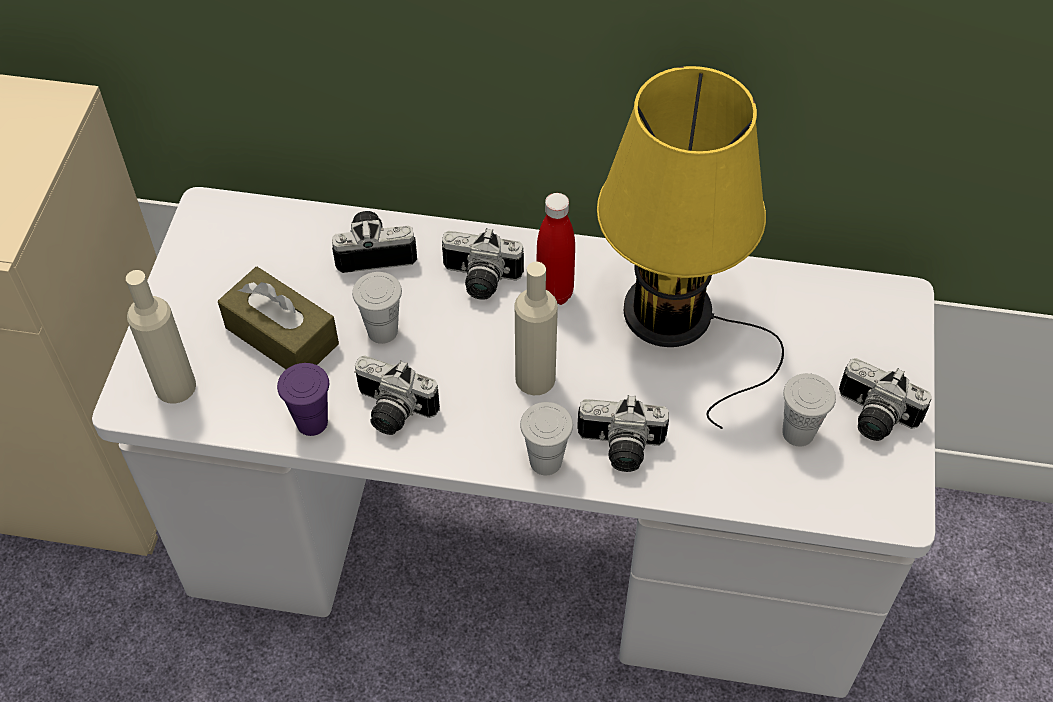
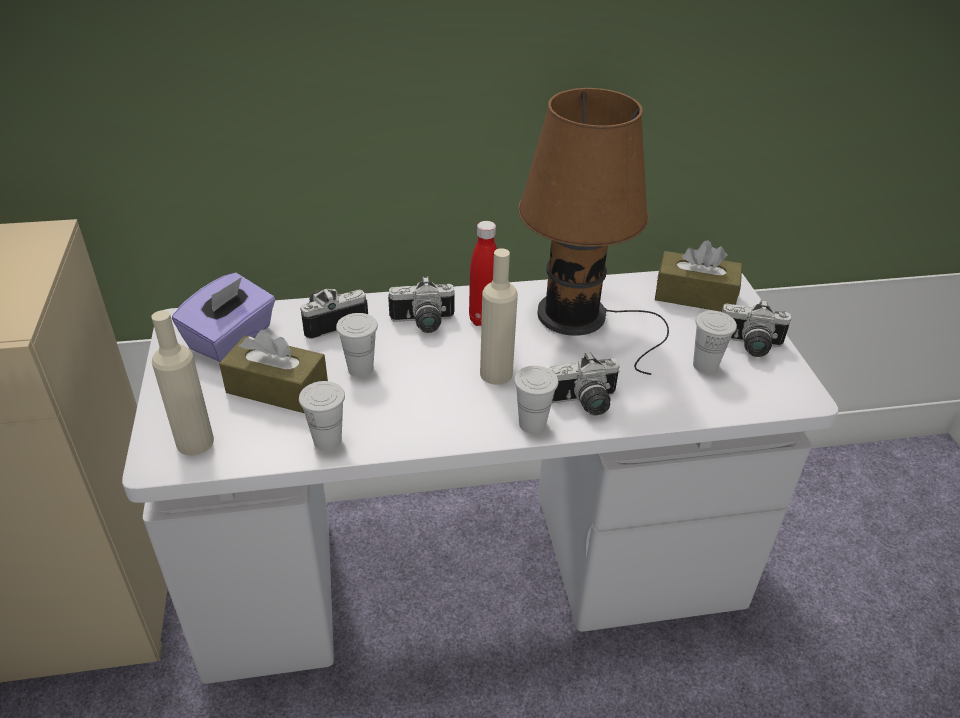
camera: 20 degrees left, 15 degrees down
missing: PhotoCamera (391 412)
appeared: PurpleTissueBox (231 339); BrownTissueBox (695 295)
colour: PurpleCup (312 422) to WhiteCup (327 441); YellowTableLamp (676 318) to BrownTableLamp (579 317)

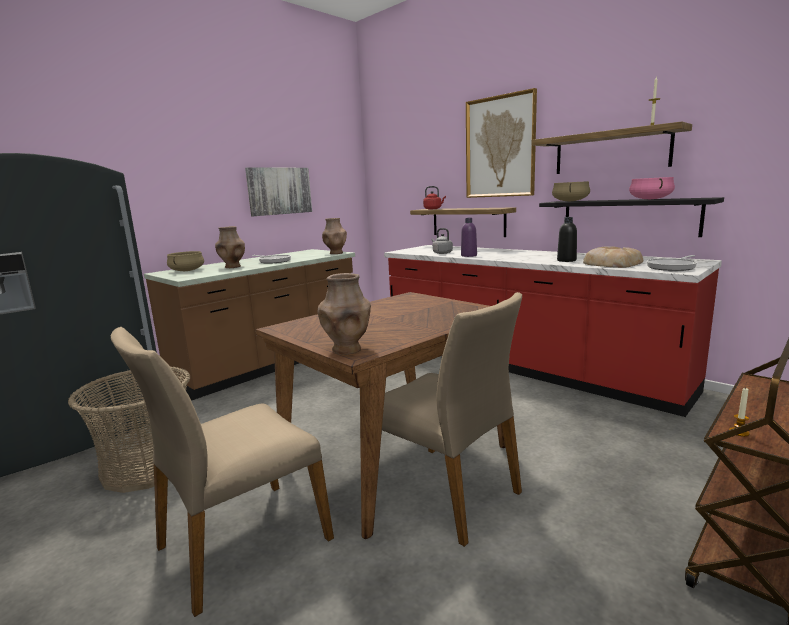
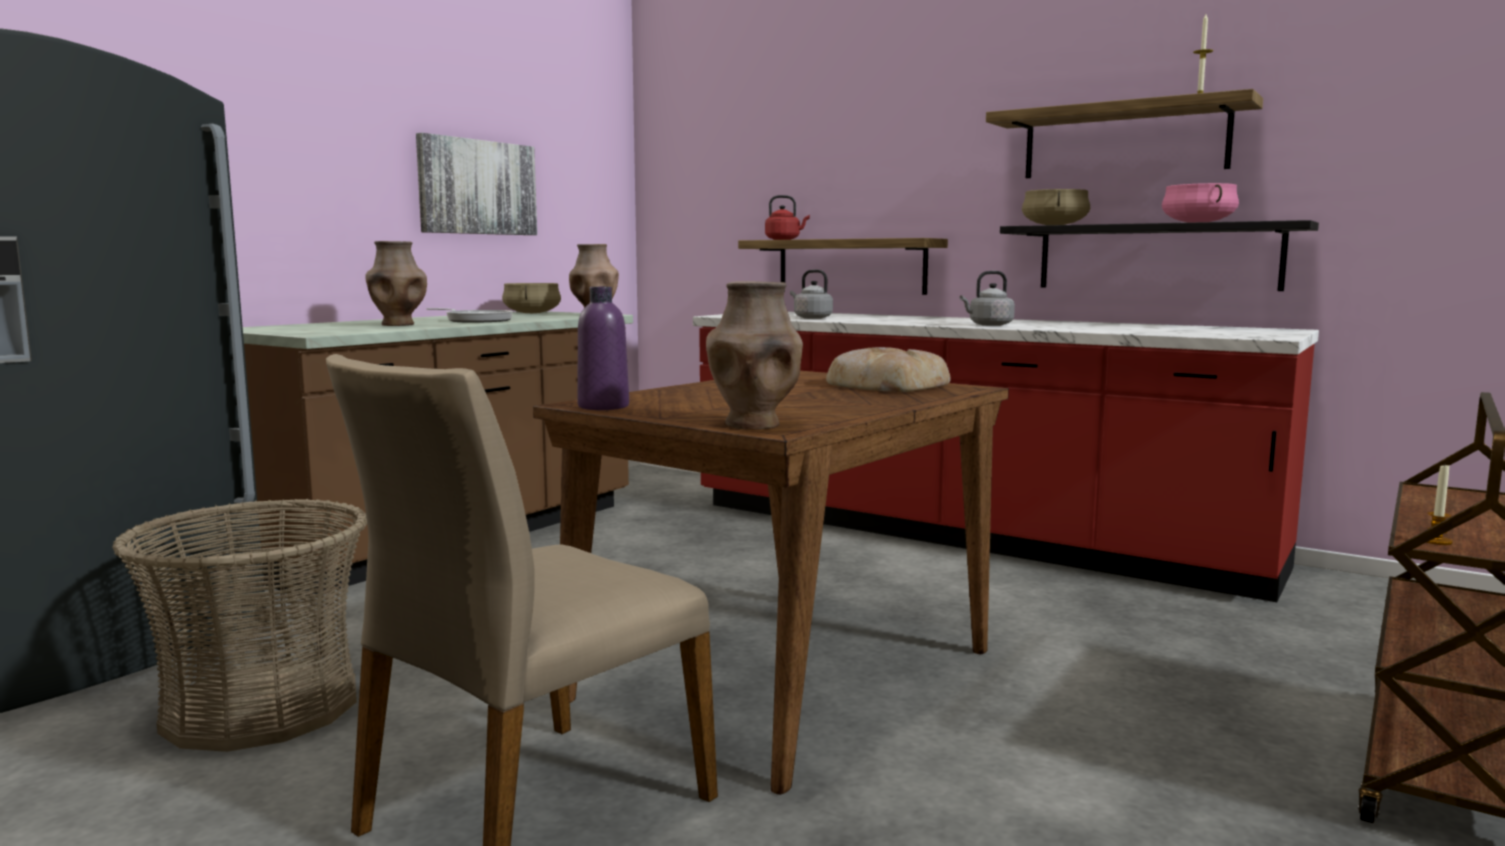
camera: 10 degrees left, 5 degrees down
missing: BeigeChair (445 492); Picture (500 147); BlackBottle (566 260); FryingPan (672 267)
appeared: GreyKettle (988 325)
relocated: BeigeCookingPot (186 270) to (531 313); PurpleBottle (469 255) to (603 406); Bread (611 263) to (886 385)

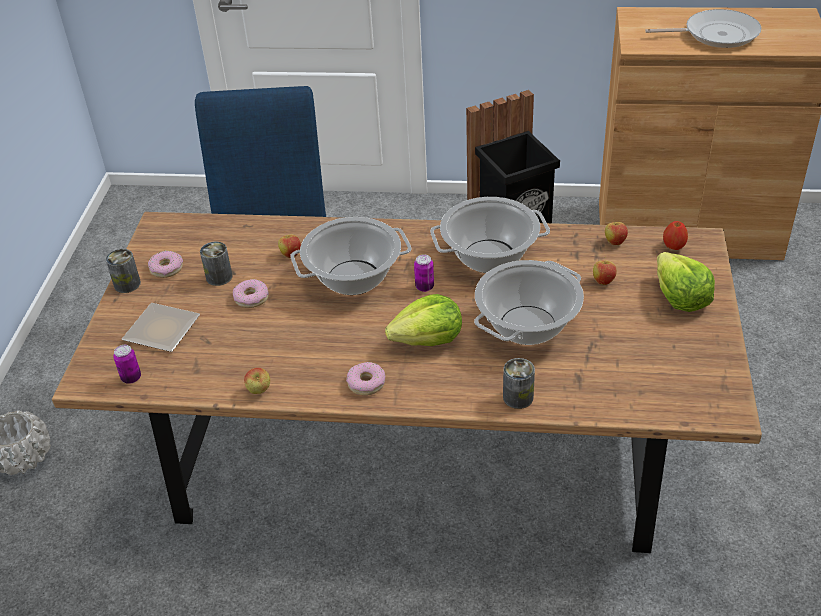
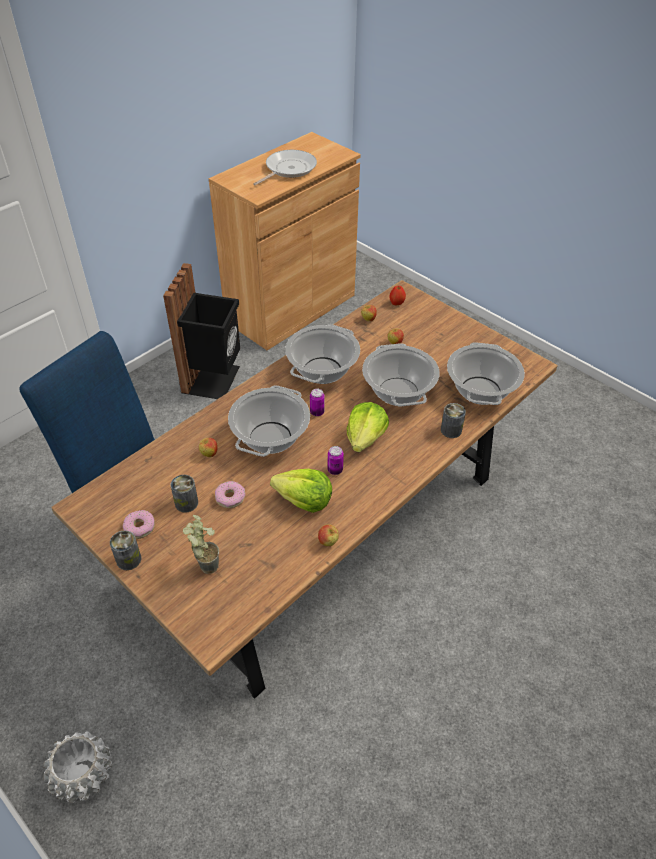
camera: 55 degrees left, 5 degrees up
missing: Donut (366 383)
appeared: CookingPot (480 390)
relocated: Lettuce (680 297) to (304 501); Can (131 378) to (335 470)
exchanged: Plate (161 328) to PottedPlant (205 563)

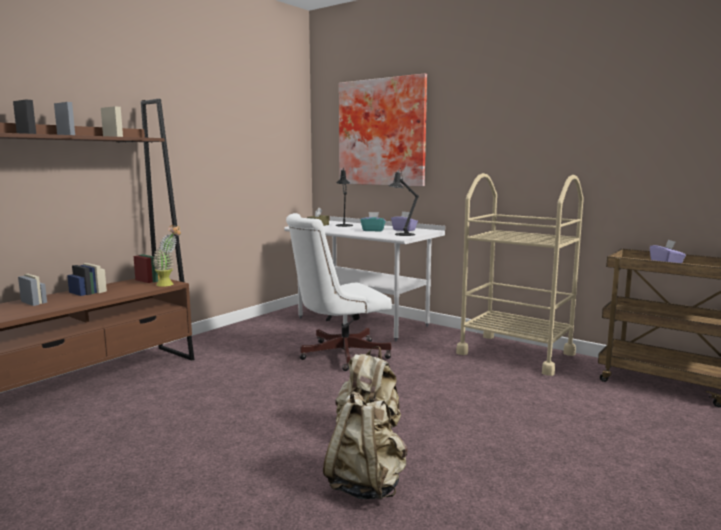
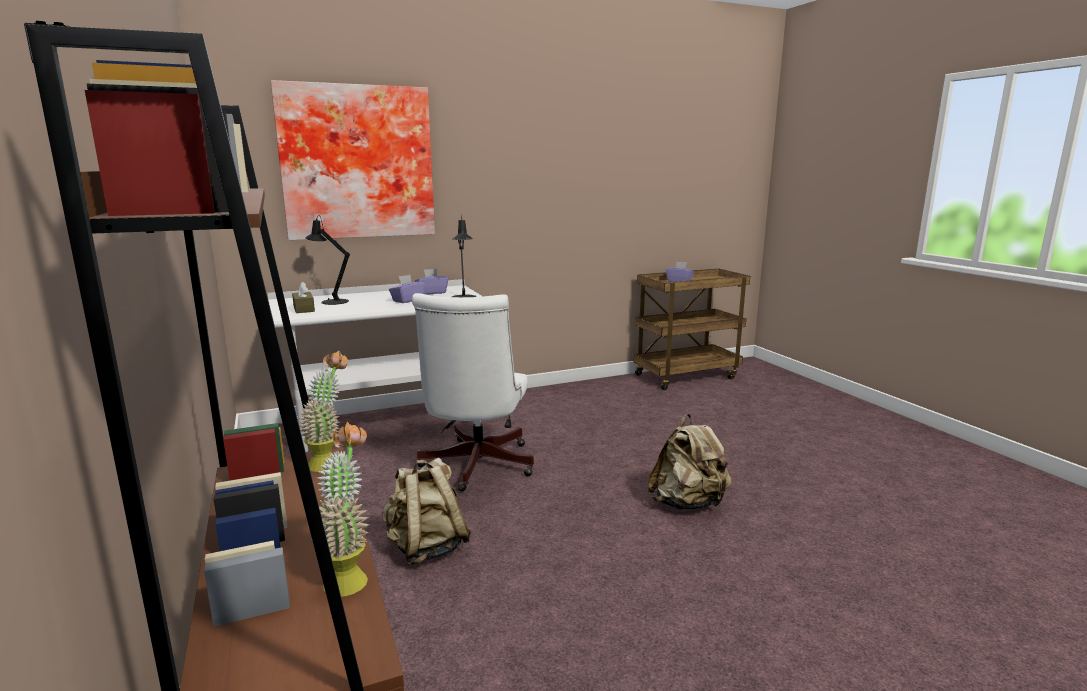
camera: 60 degrees left, 5 degrees up
missing: BeigeCart (515 353)
appeared: PottedPlant (349 575)
relocated: BeigeBackpack (366 485) to (426 548)
colour: TurquoiseTissueBox (373 230) to PurpleTissueBox (407 300)

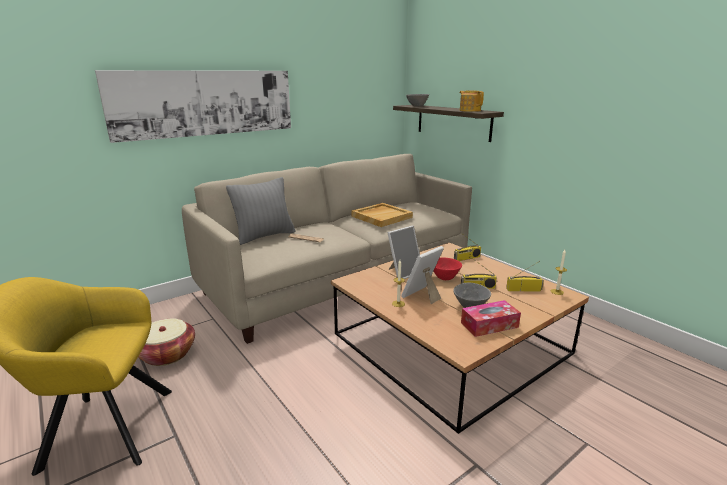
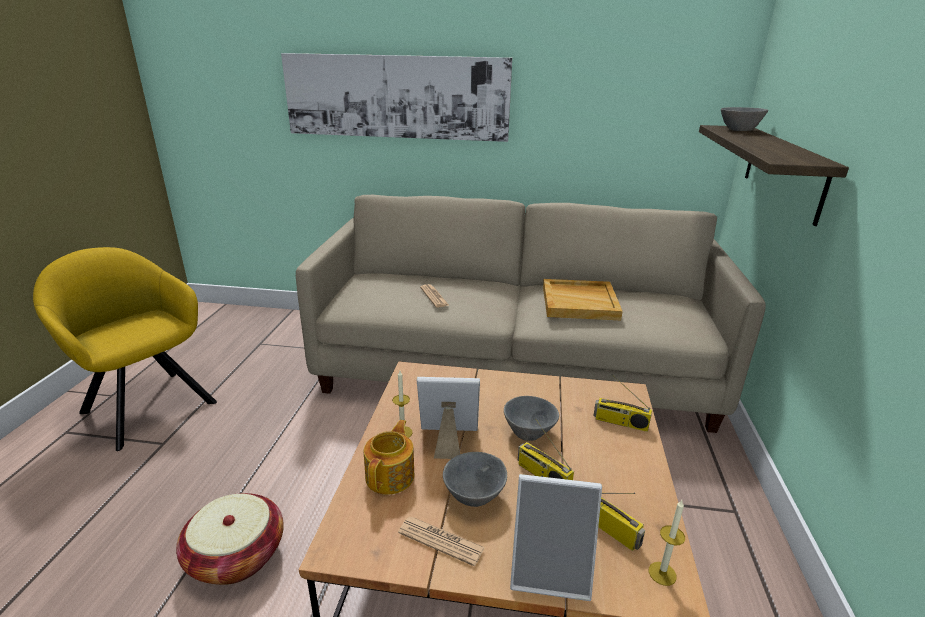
camera: 45 degrees right, 5 degrees up
missing: GreyPillow (264 236)
relocated: Basket (166 354) to (236 556); Teapot (470 110) to (391 476); PictureFrame (403 272) to (551 571)
exchanged: TissueBox (489 325) to Newspaper (441 541)
colour: RedBowl (445 277) to GreyBowl (530 432)

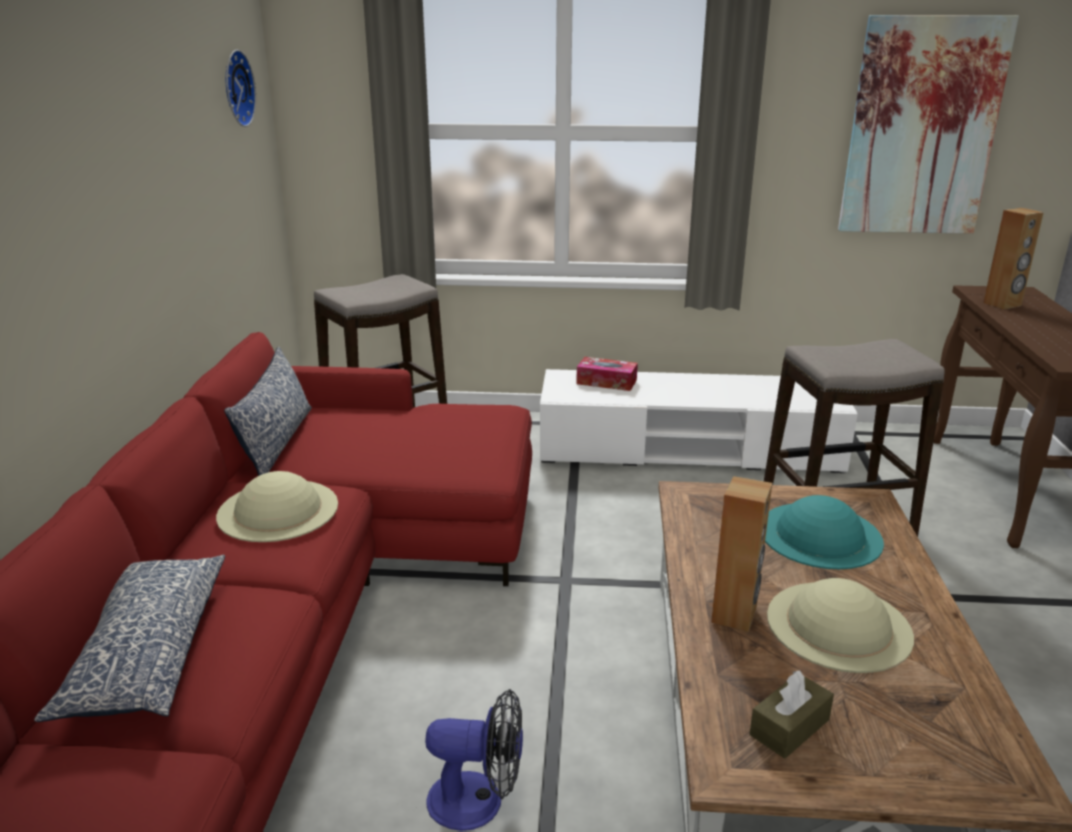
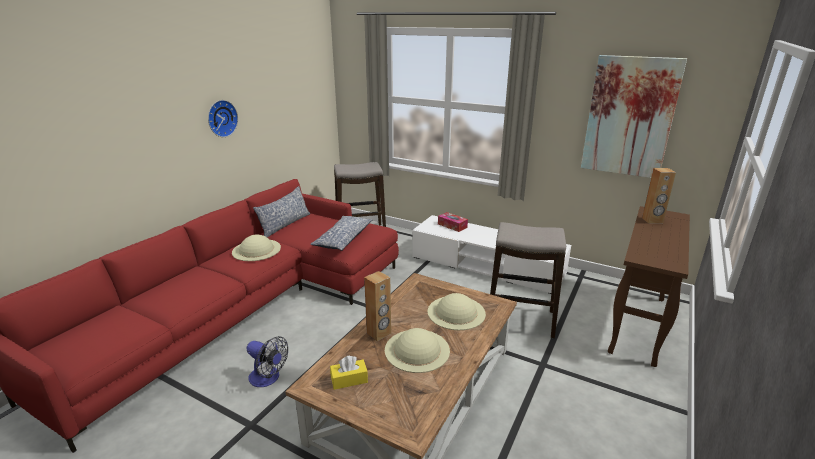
camera: 25 degrees right, 0 degrees up
relocated: WallClock (235 88) to (221 118); Pillow (146 652) to (343 239)
colour: BrownTissueBox (789 727) to YellowTissueBox (349 380); TurquoiseHat (820 535) to BeigeHat (456 312)

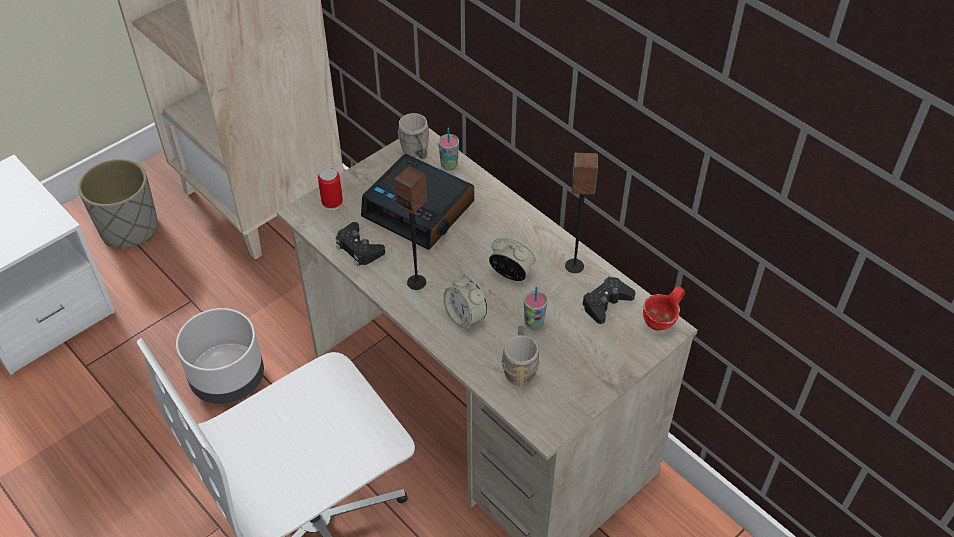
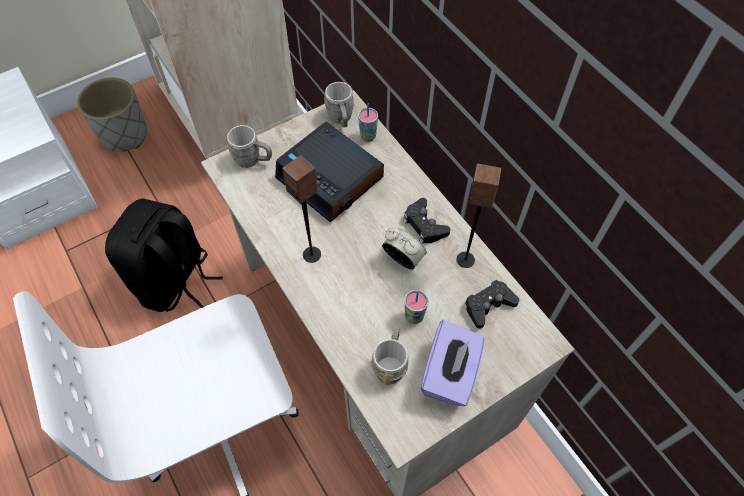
camera: 10 degrees right, 10 degrees up
missing: AlarmClock (465 317); RedMug (662 323)
appeared: PurpleTissueBox (450 374)
relocated: BlackGameController (359 249) to (424 225)
exchanged: GreyPlanter (228 379) to BlackBackpack (175 280); Can (332 203) to GreyMug (253 160)

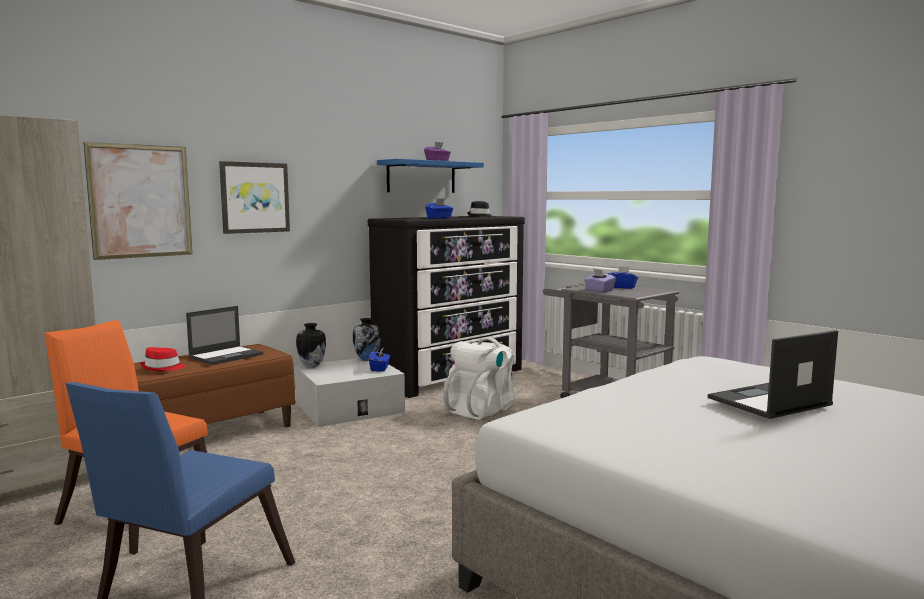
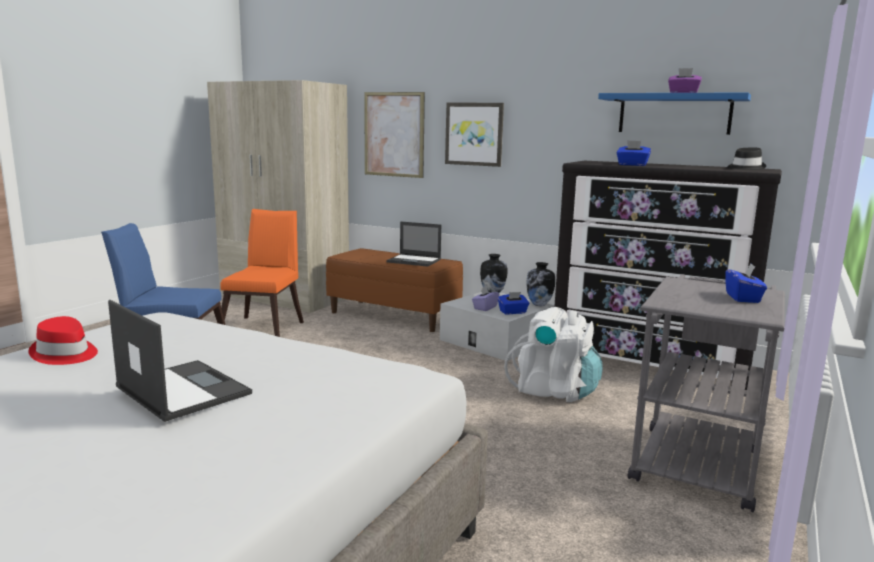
camera: 70 degrees right, 5 degrees up
relocated: RedHat (163 368) to (64 354); PurpleTissueBox (599 290) to (485 308)

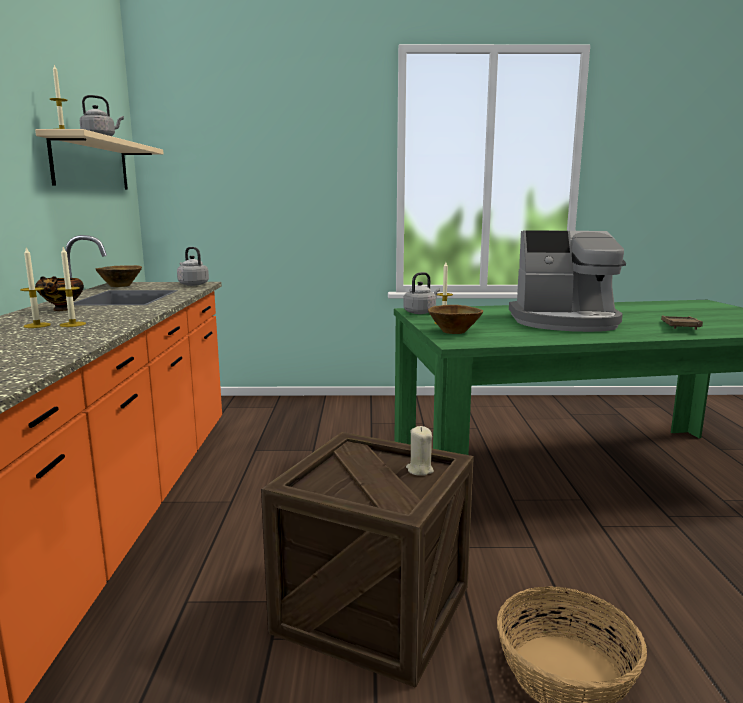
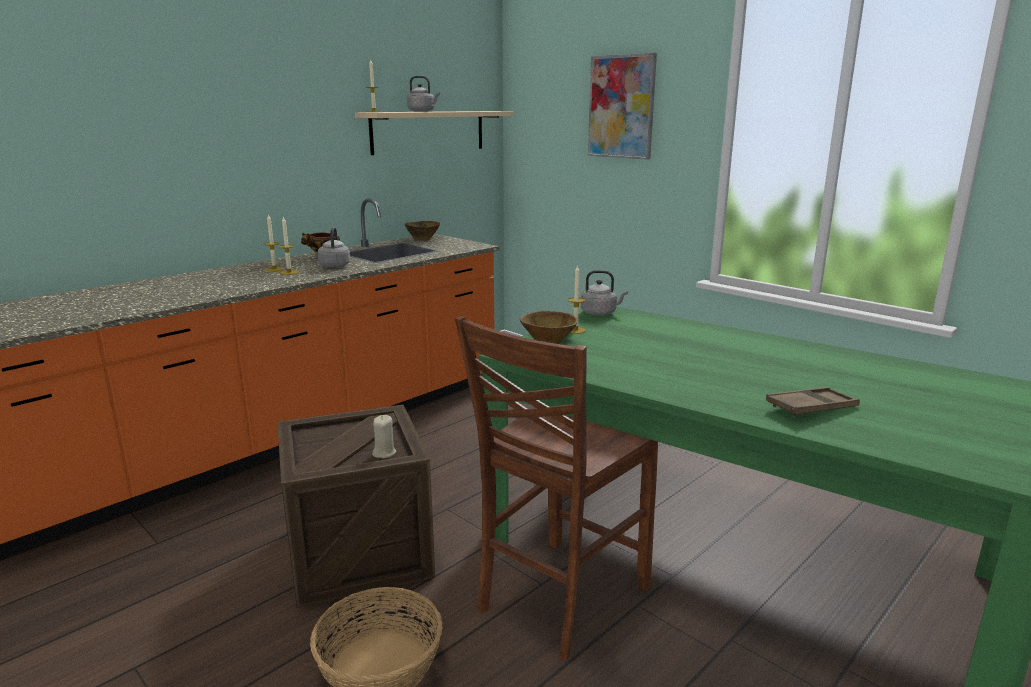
camera: 45 degrees right, 5 degrees up
missing: CoffeeMachine (565 322)
appeared: BrownChair (559 599); Picture (621 107)
relocated: GreyKettle (192 284) to (335 265)

